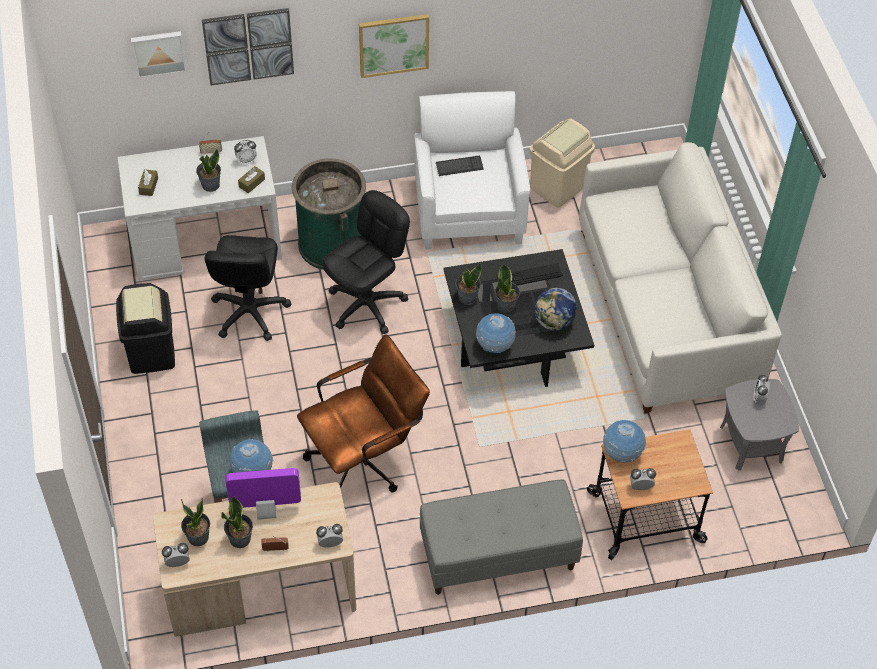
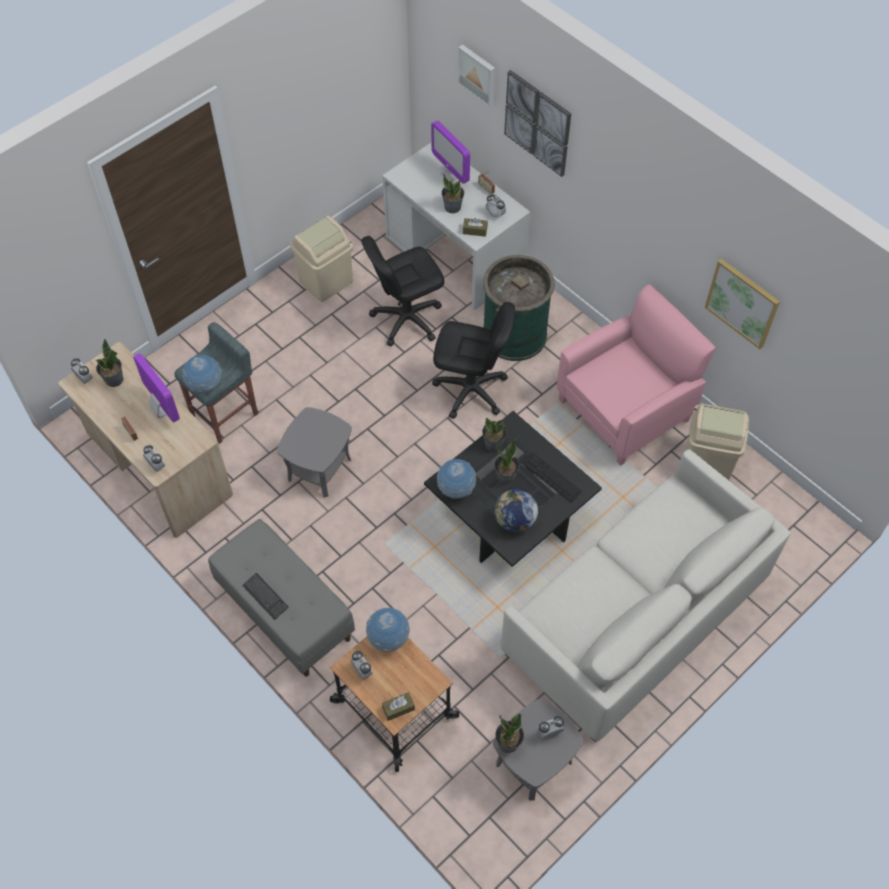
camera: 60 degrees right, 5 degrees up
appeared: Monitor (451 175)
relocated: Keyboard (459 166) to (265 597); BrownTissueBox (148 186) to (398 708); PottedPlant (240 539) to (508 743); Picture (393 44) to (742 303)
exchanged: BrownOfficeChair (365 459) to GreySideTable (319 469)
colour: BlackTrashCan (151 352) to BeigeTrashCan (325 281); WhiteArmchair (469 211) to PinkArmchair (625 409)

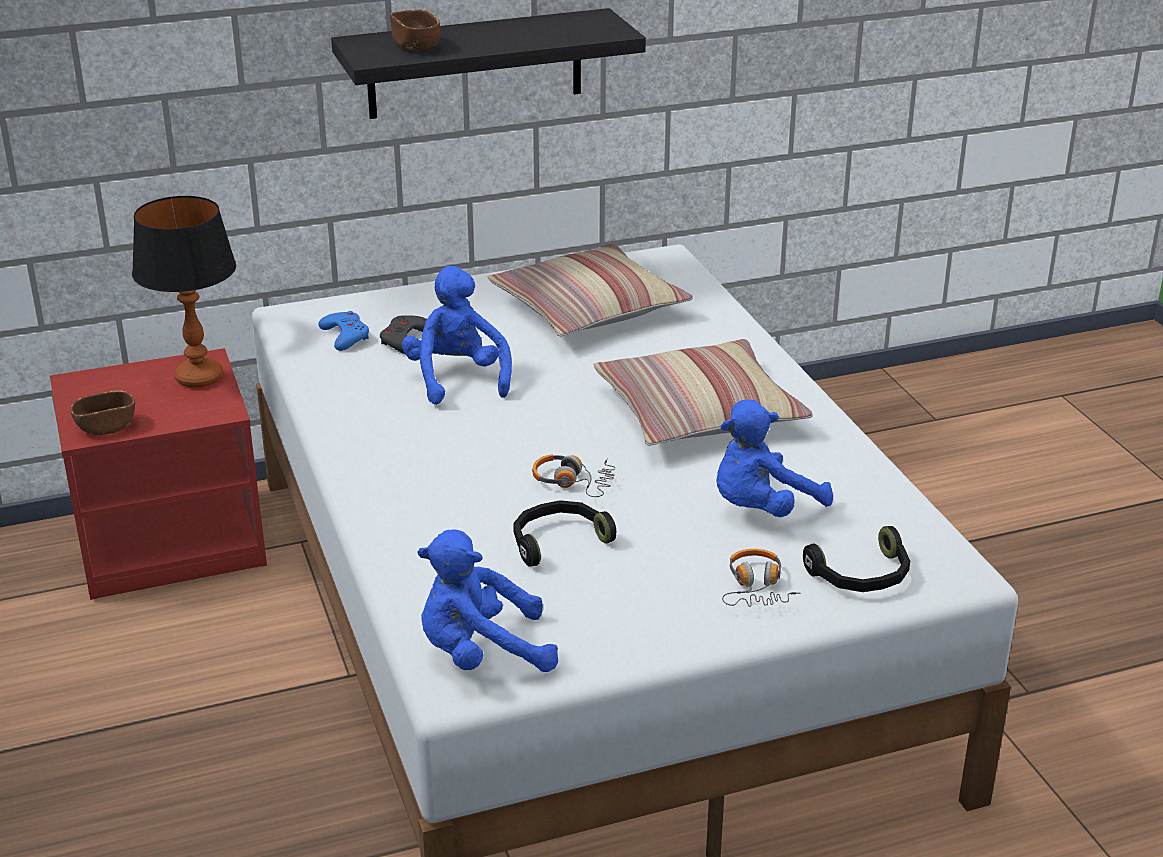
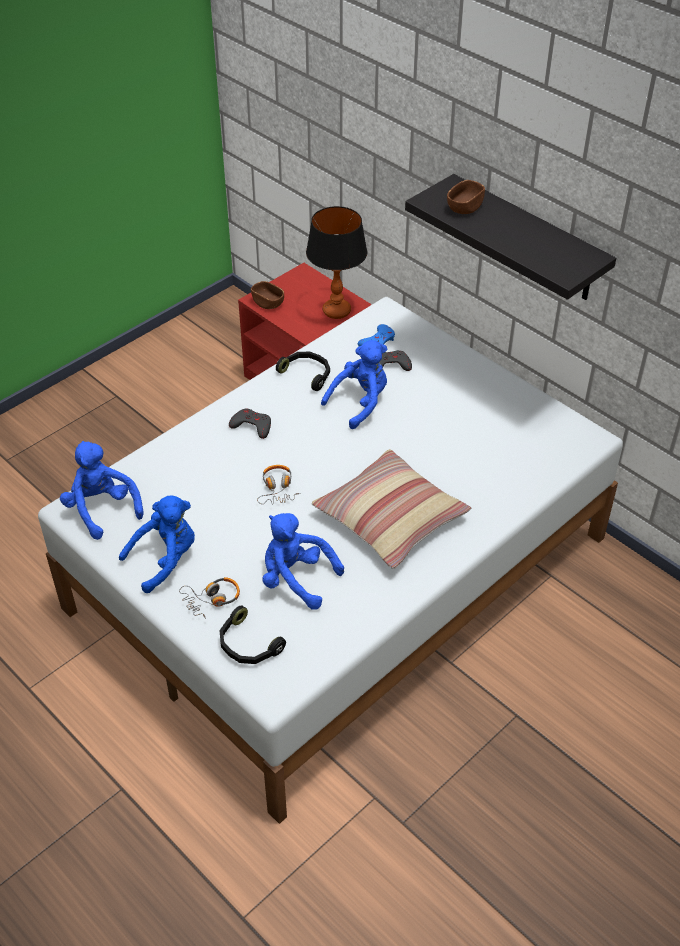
camera: 65 degrees right, 15 degrees up
missing: Pillow (588 308)
appeared: BluePlushToy (165 559); GreyGameController (252 426)
relocated: BlackHeadphones (557 541) to (307 374)

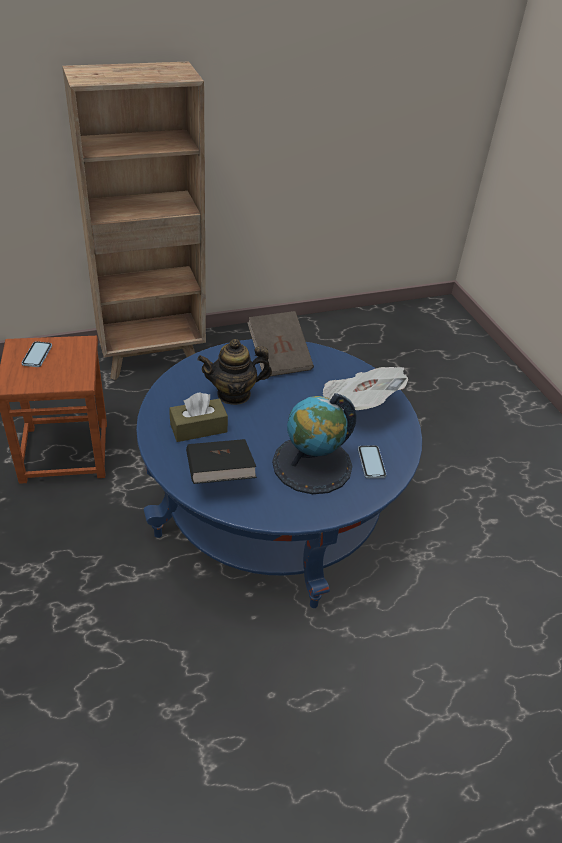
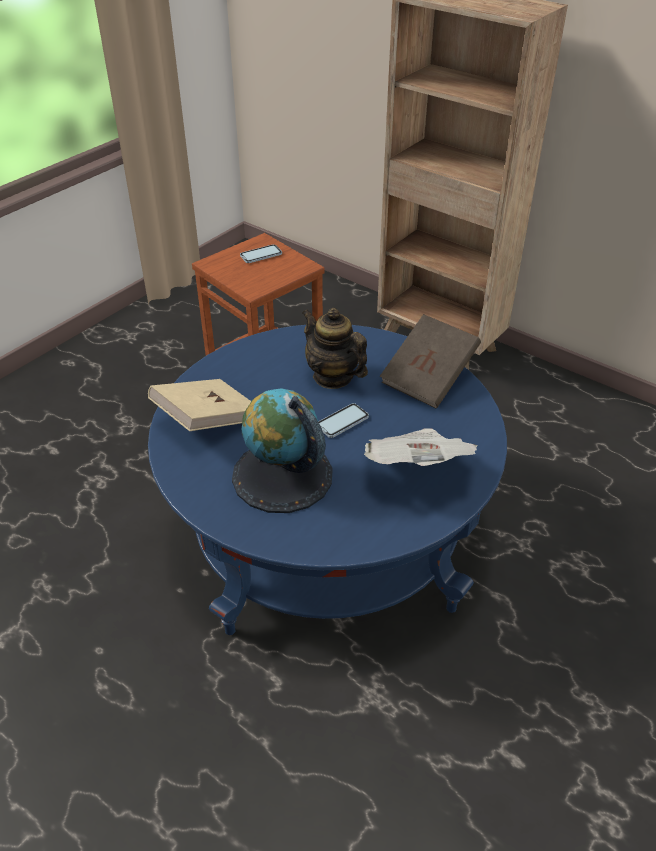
camera: 60 degrees right, 0 degrees up
missing: BrownTissueBox (198 428)
relocated: Phone (371 463) to (342 422)
colour: BlackBook (219 475) to BeigeBook (207 421)

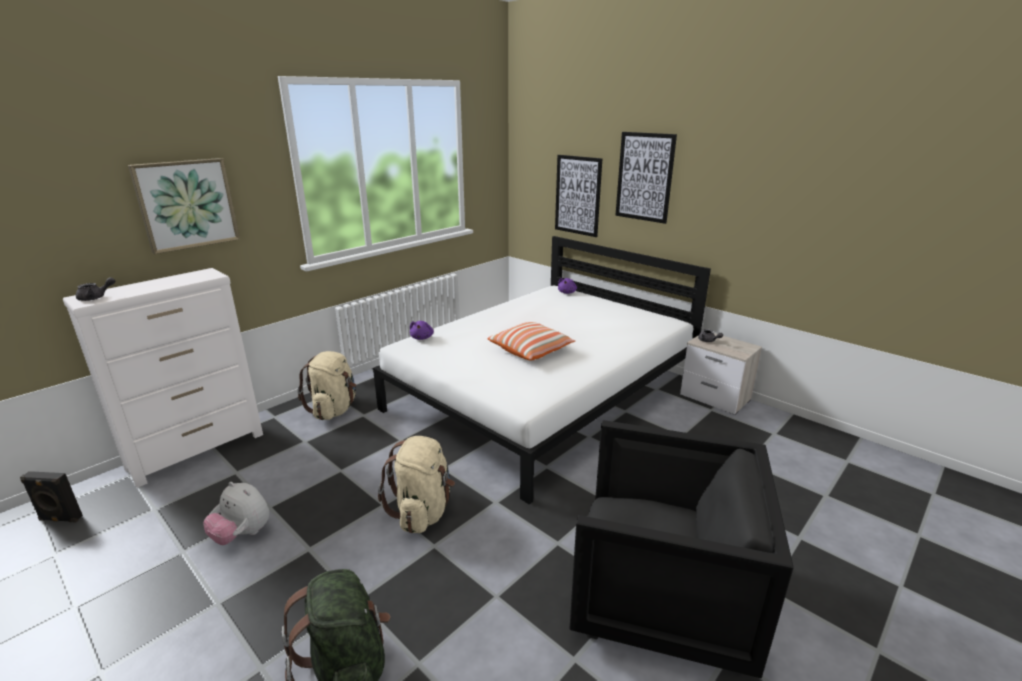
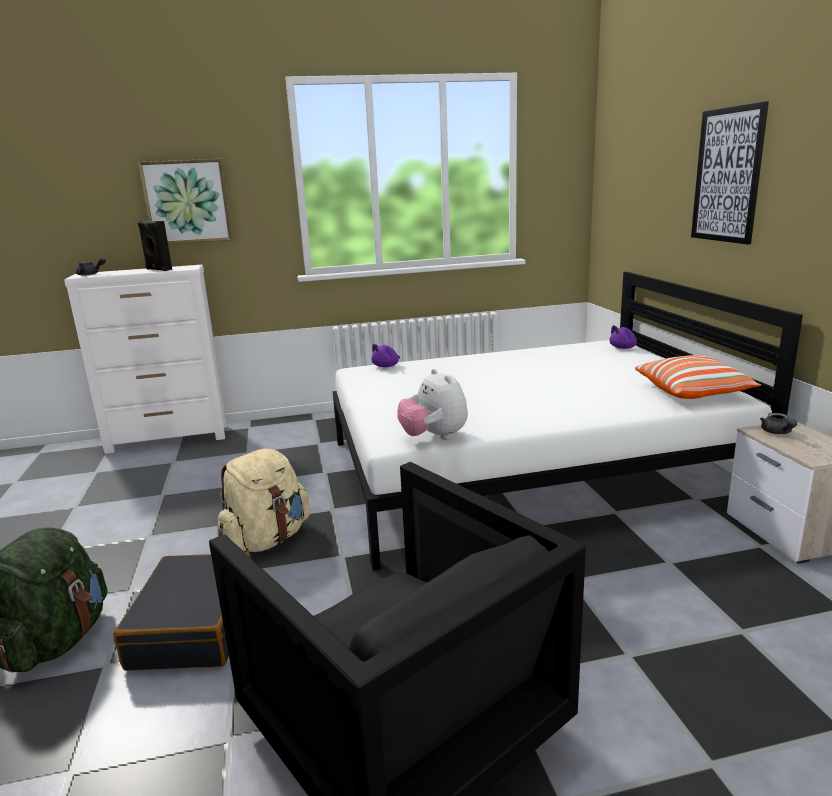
camera: 35 degrees right, 5 degrees down
missing: BeigeBackpack (334 409); Picture (578 195)
appeared: BlackSuitcase (196 626)
relocated: BlackSpeaker (60 519) to (158 269); PlushToy (242 534) to (434 437); Pillow (531 350) to (693 392)

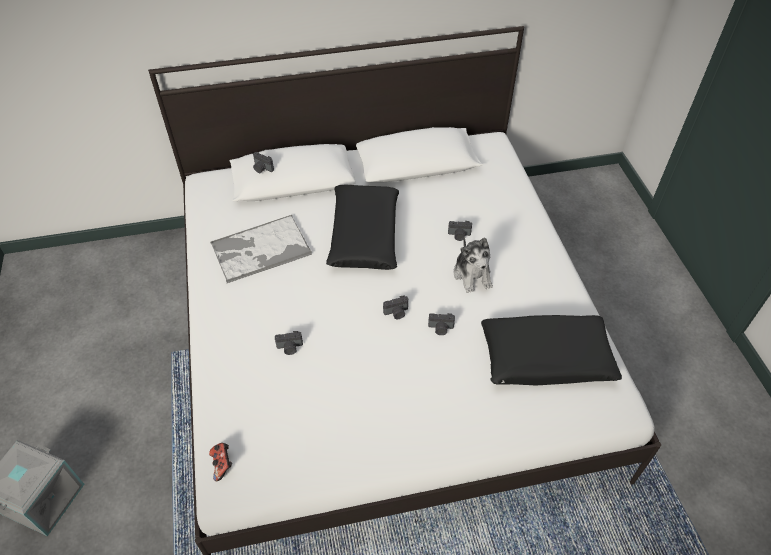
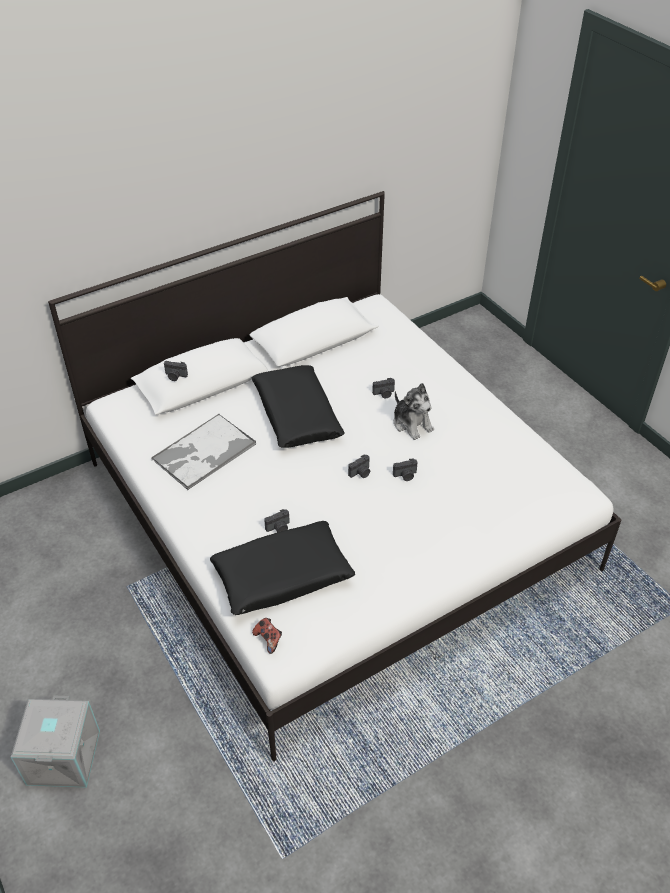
camera: 20 degrees left, 5 degrees down
relocated: BlackPillow (546 358) to (282 576)

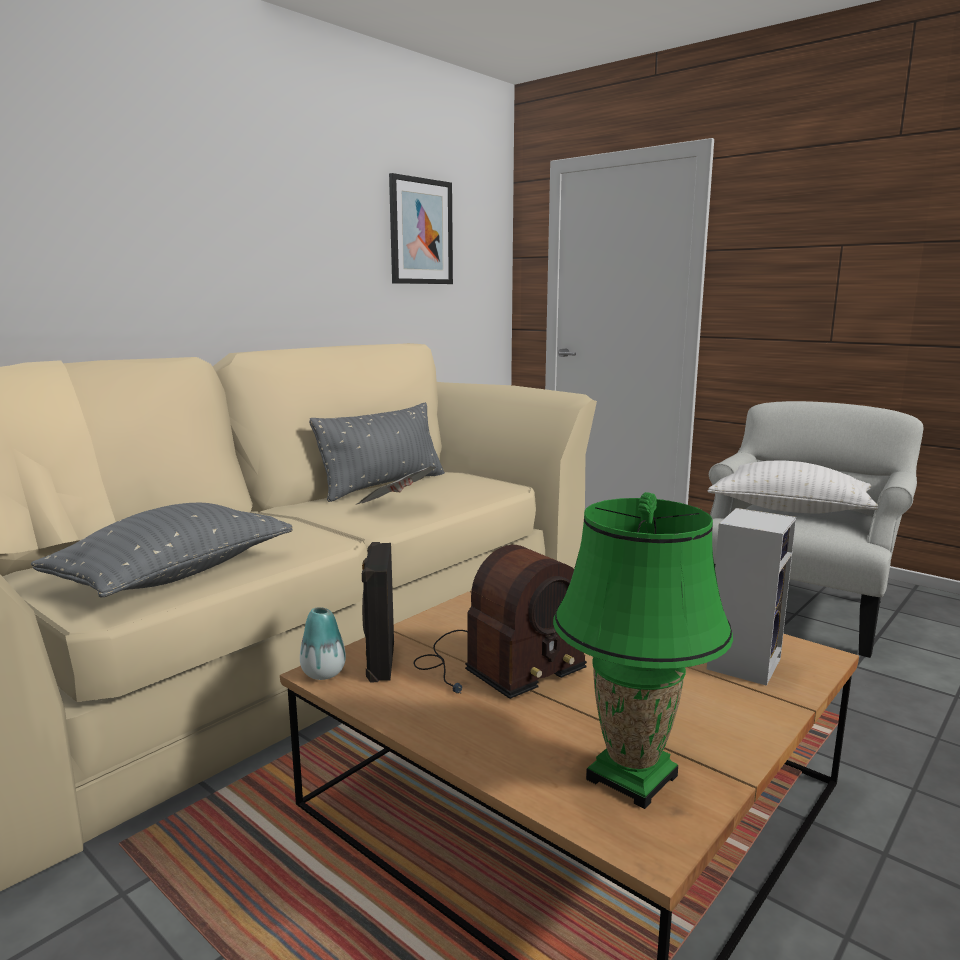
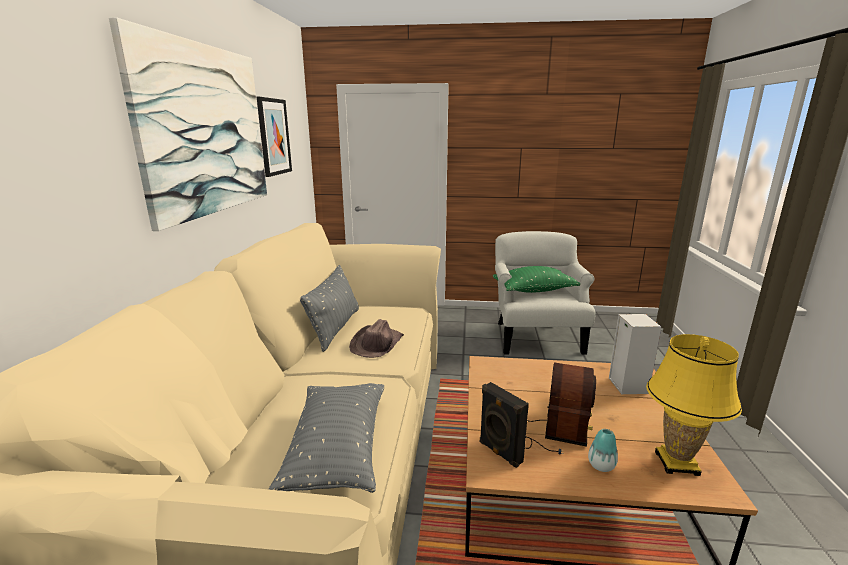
camera: 35 degrees left, 5 degrees up
appeared: Picture (206 130)
relocated: Vase (323 673) to (601 466)
exchanged: Newspaper (396 507) to BrownHat (377 344)
colour: WhitePillow (788 509) to GreenPillow (534 290); GreenTableLamp (631 778) to YellowTableLamp (677 463)

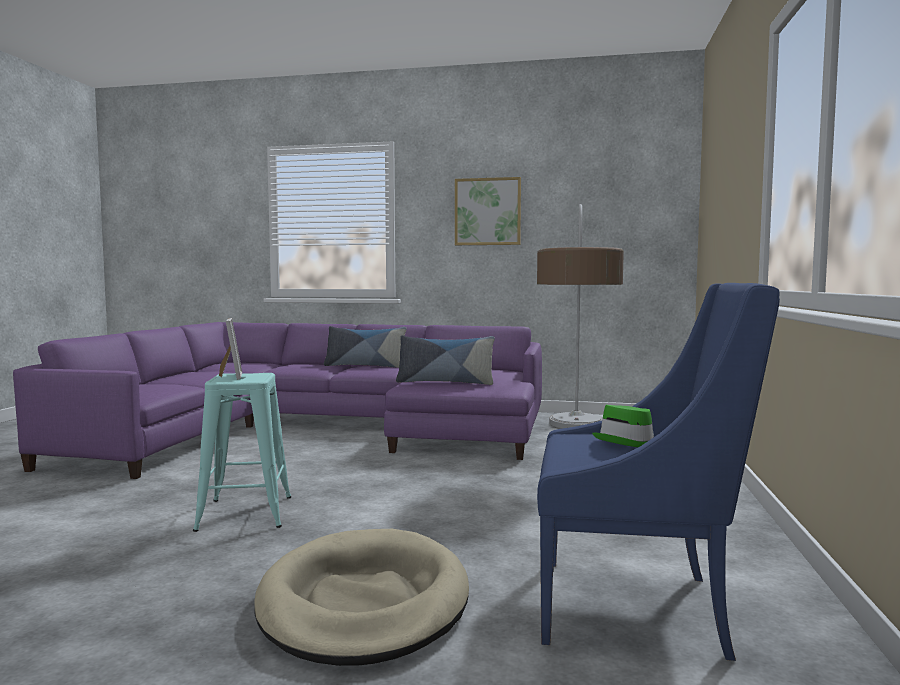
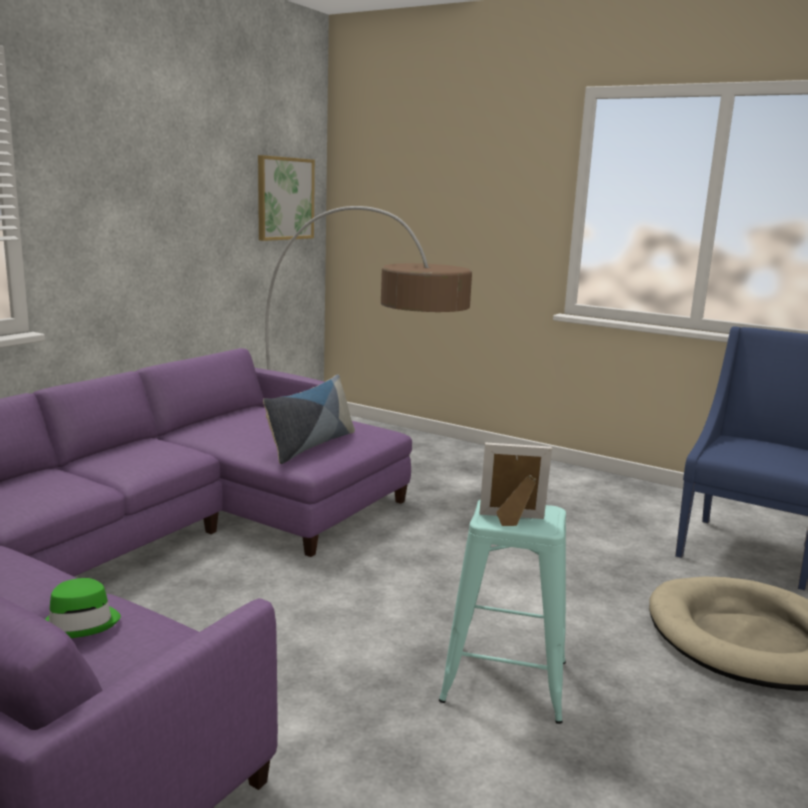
camera: 70 degrees left, 10 degrees up
missing: Pillow (365 366)
relocated: GreenHat (629 442) to (80 623); Picture (487 212) to (285 198)

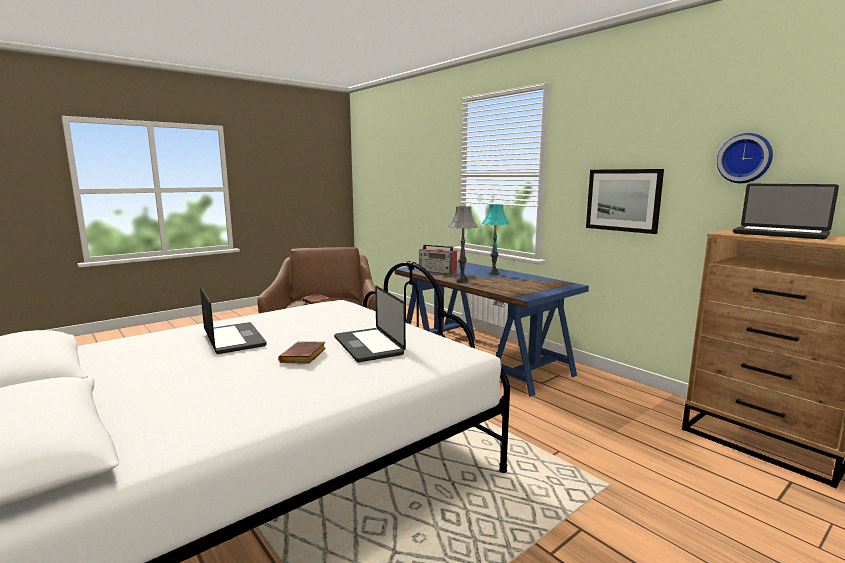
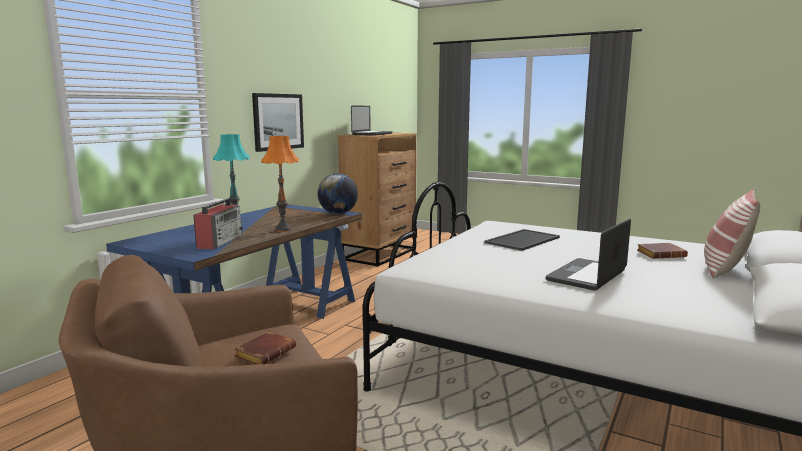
camera: 110 degrees left, 0 degrees up
missing: WallClock (745 158)
appeared: Globe (338 213); Pillow (725 269)
relocated: BrownBook (304 357) to (661 254)
exchanged: Laptop (368 346) to Tray (522 240)
colour: GreyTableLamp (462 281) to OrangeTableLamp (283 230)

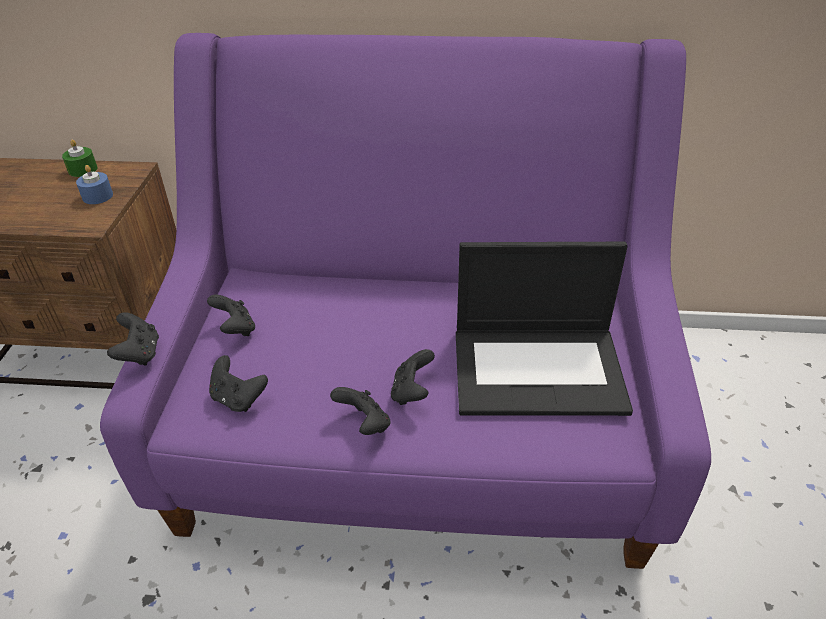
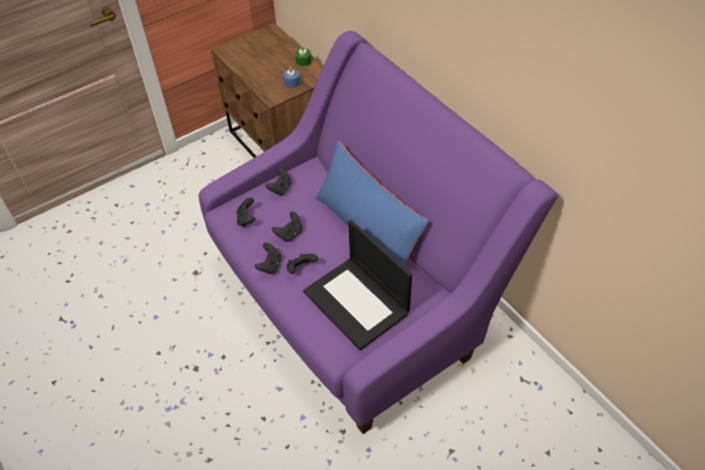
camera: 50 degrees right, 10 degrees up
appeared: BluePillow (367 228)
relocated: BlackGameController (139 354) to (289 234)

